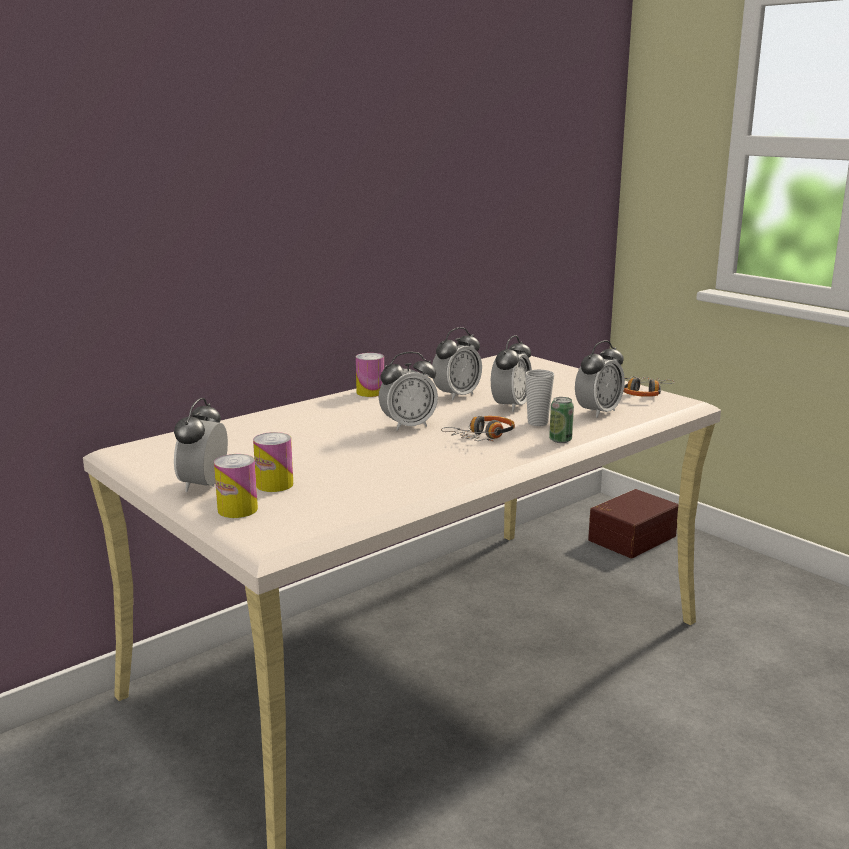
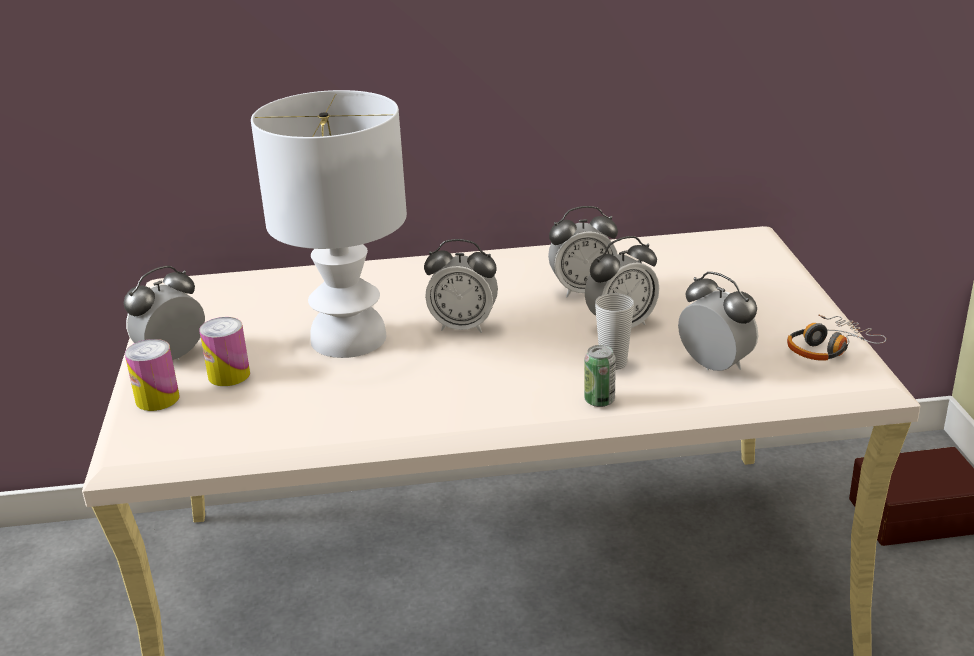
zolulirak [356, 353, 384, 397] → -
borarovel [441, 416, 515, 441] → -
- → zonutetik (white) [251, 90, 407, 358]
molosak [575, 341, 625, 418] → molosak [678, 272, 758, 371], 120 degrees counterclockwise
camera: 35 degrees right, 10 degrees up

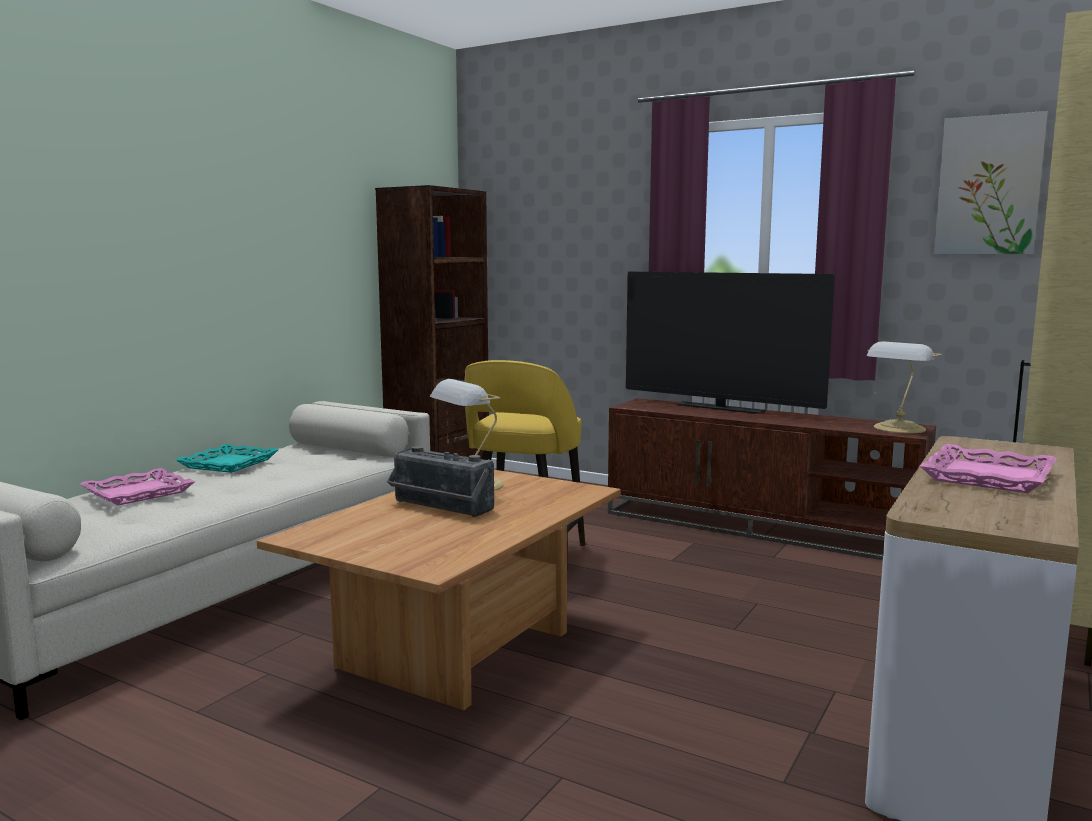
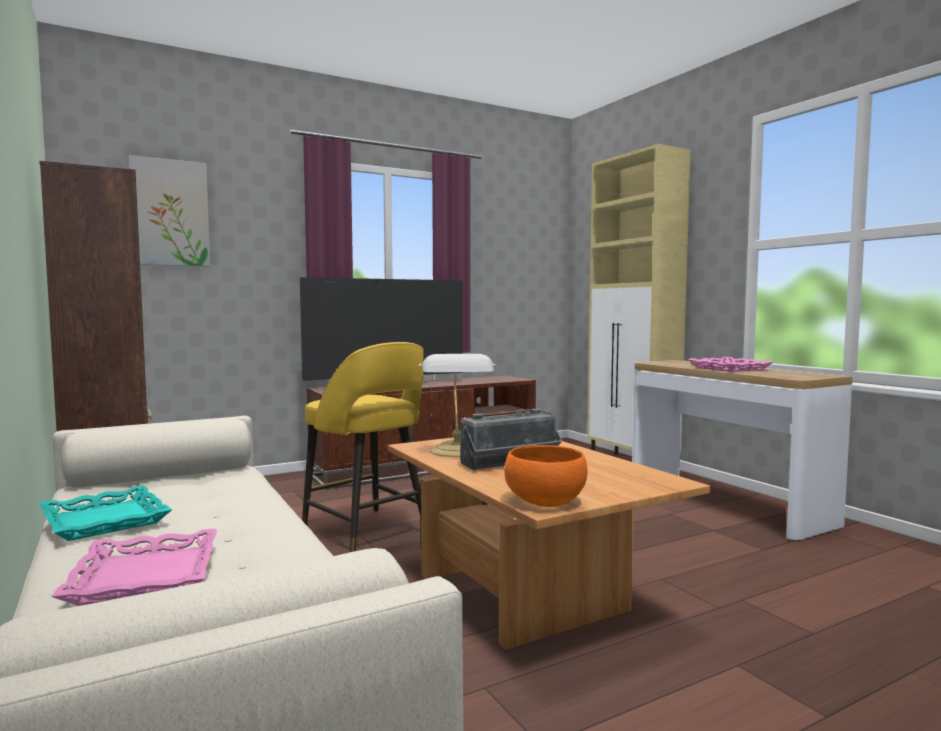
zonutetik [867, 341, 942, 434] → -
- → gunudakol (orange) [504, 445, 588, 507]
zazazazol [934, 111, 1048, 254] → zazazazol [129, 155, 210, 267], shifted
camera: 60 degrees left, 5 degrees down

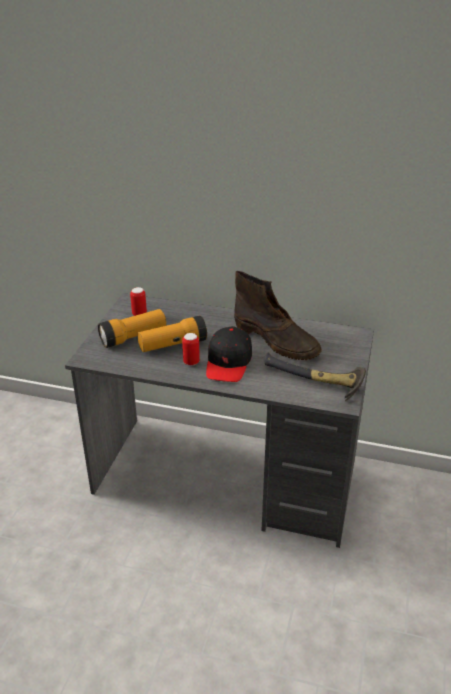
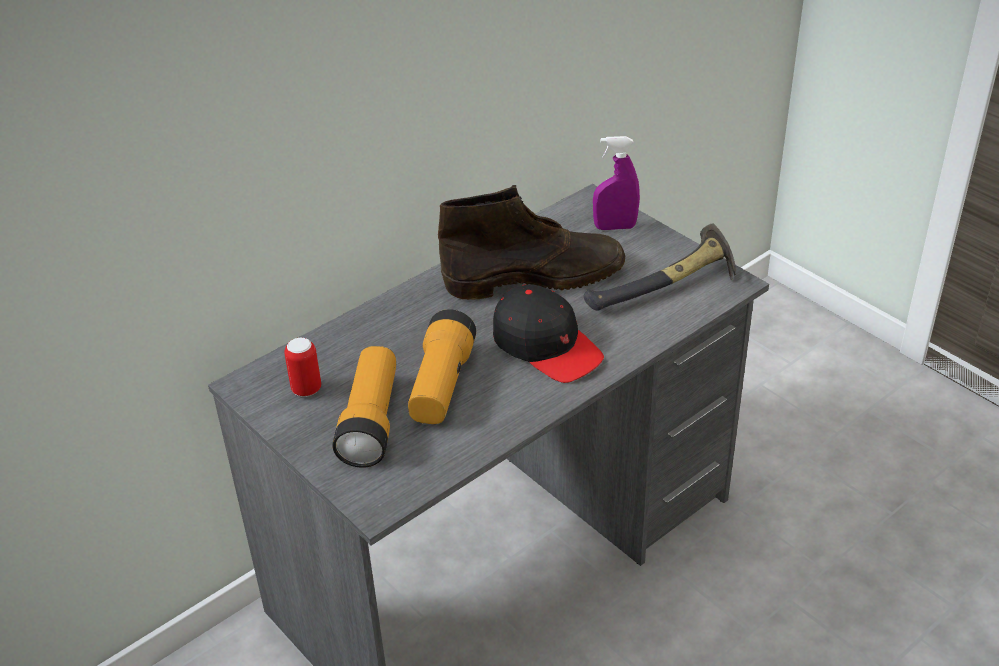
zolulirak [182, 333, 200, 366] → -
- → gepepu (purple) [593, 136, 640, 230]
camera: 55 degrees left, 5 degrees up

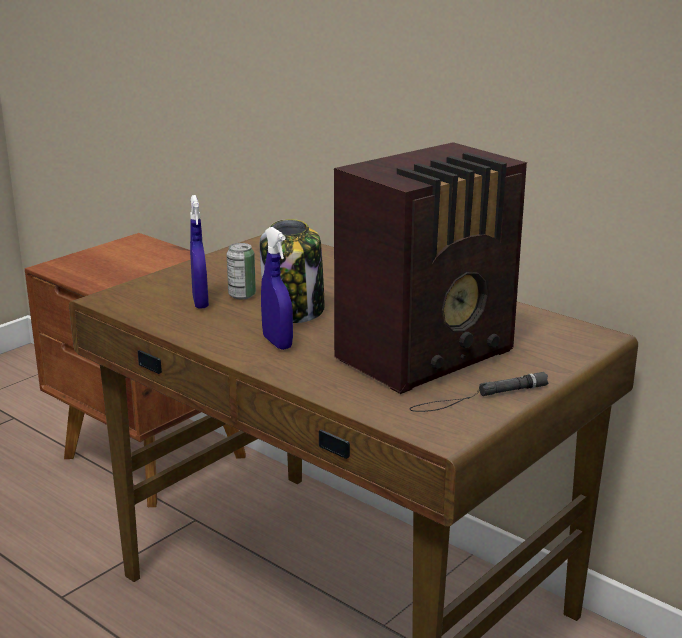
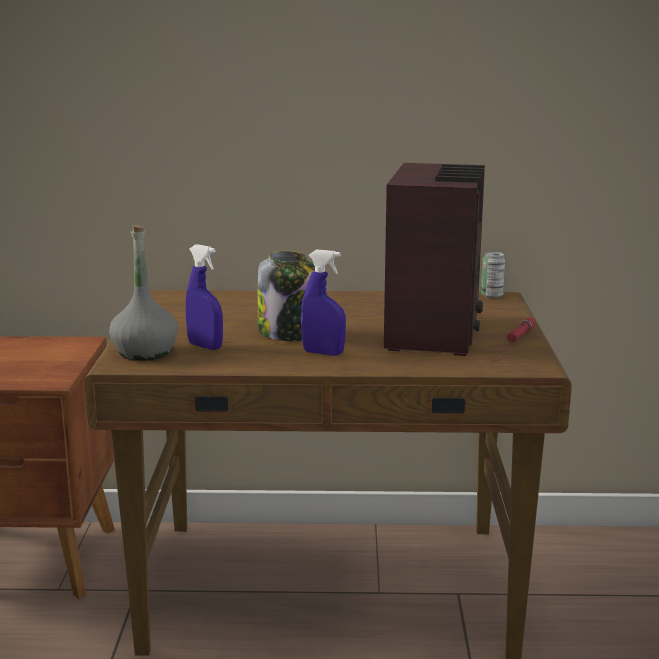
- → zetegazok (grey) [109, 225, 178, 361]
zolulirak [227, 243, 256, 299] → zolulirak [481, 252, 506, 298], shifted
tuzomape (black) [410, 372, 549, 412] → tuzomape (red) [489, 318, 535, 361]
camera: 40 degrees left, 5 degrees down

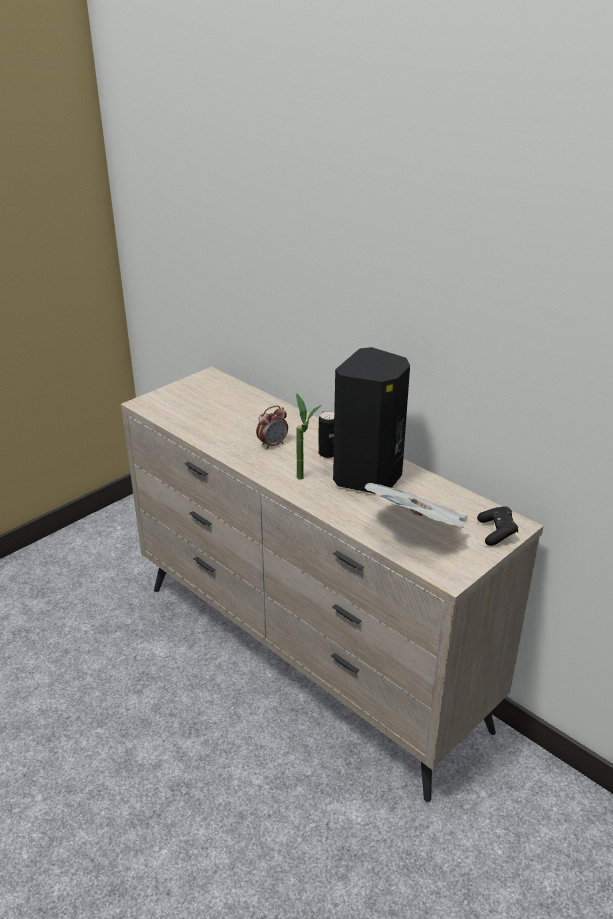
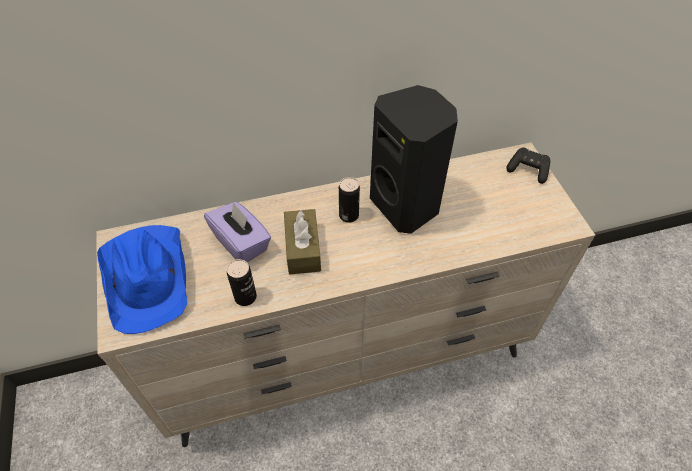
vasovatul [296, 393, 321, 480] → -
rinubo [365, 483, 468, 528] → -
- → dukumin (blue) [97, 225, 188, 334]
- → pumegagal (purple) [204, 201, 271, 263]
- → zolulirak [227, 259, 257, 306]
molosak [256, 405, 288, 449] → pumegagal (brown) [284, 209, 321, 274]
camera: 60 degrees left, 20 degrees up

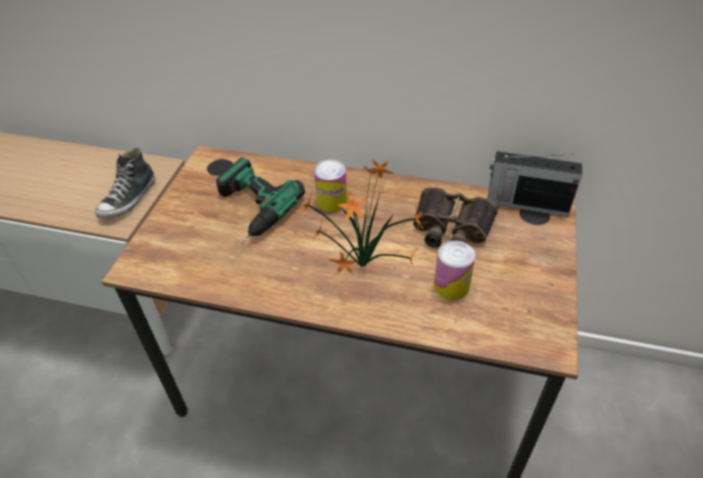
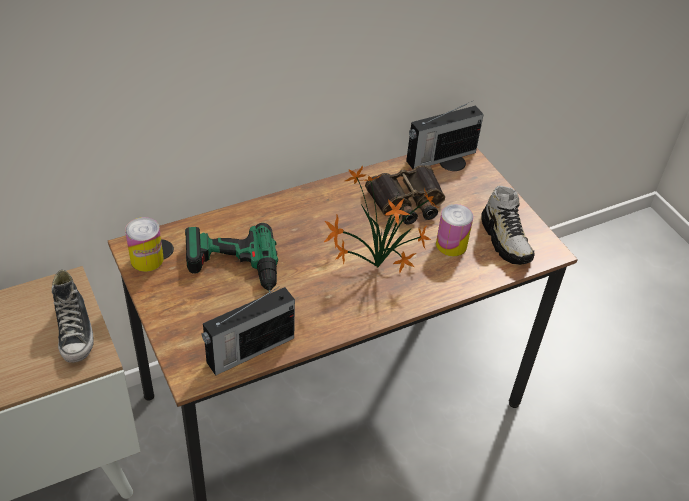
- → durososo [202, 286, 295, 376]
- → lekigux [481, 186, 534, 265]
zolulirak [314, 160, 347, 212] → zolulirak [125, 217, 164, 272], shifted
camera: 45 degrees left, 0 degrees up

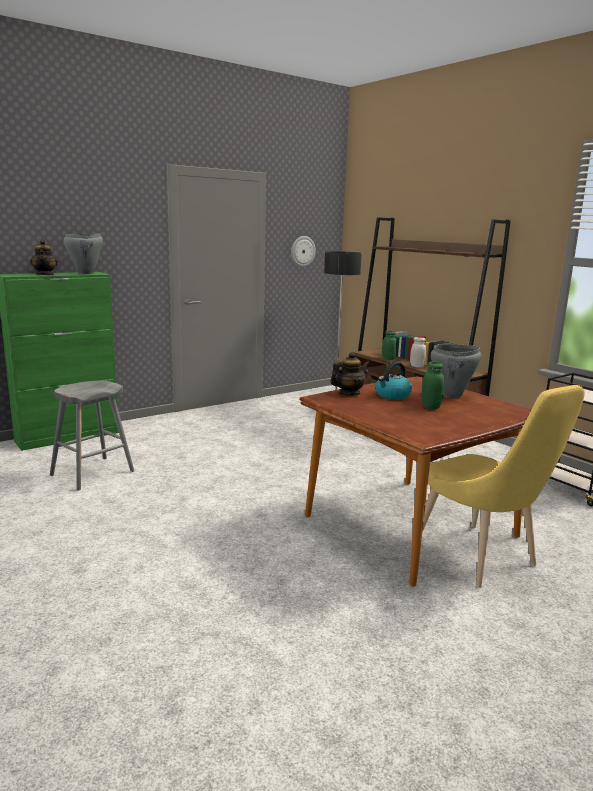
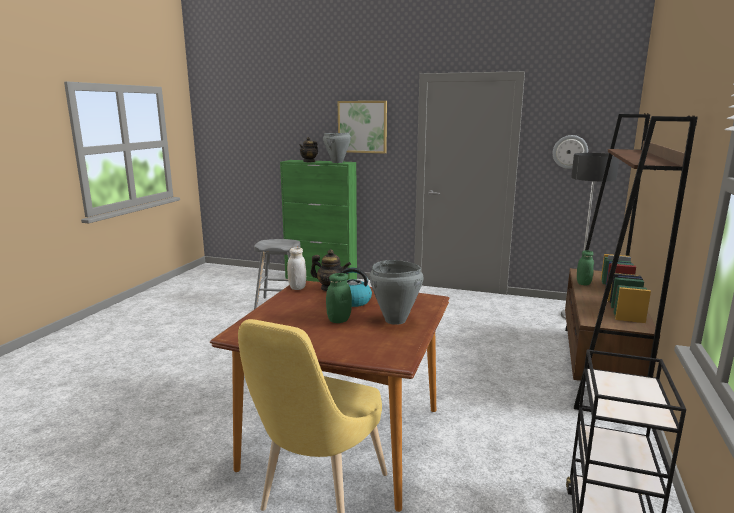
- → zazazazol [338, 101, 387, 154]
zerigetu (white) [410, 337, 427, 367] → zerigetu (white) [287, 247, 306, 290], shifted
camera: 55 degrees right, 0 degrees up

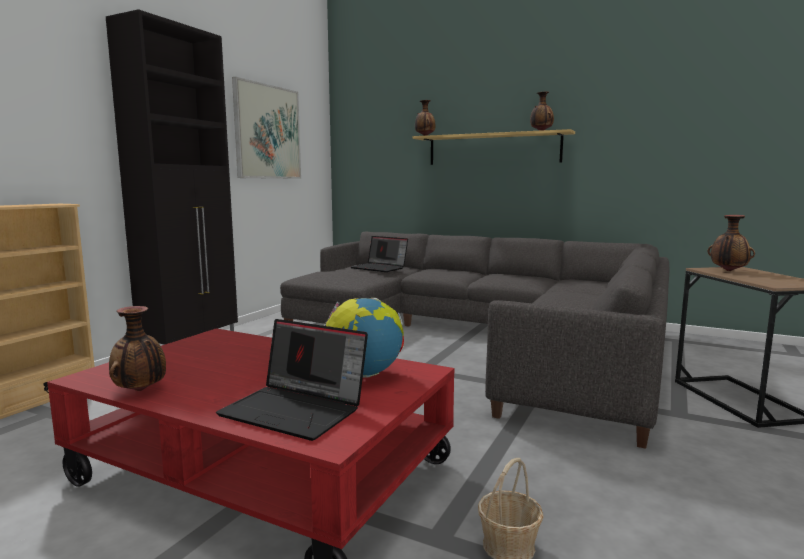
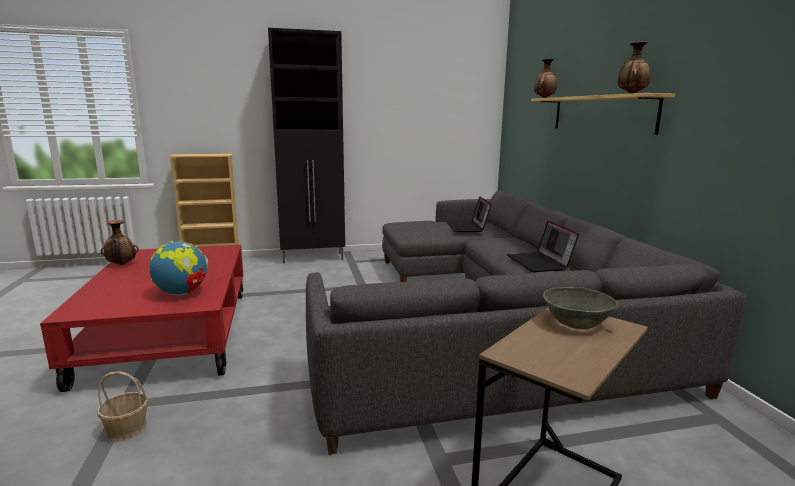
zazazazol [232, 77, 301, 179] → -
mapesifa [216, 319, 368, 441] → mapesifa [507, 221, 579, 272], shifted
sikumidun [708, 215, 755, 271] → gunudakol (grey) [543, 287, 618, 329]
camera: 50 degrees right, 5 degrees up

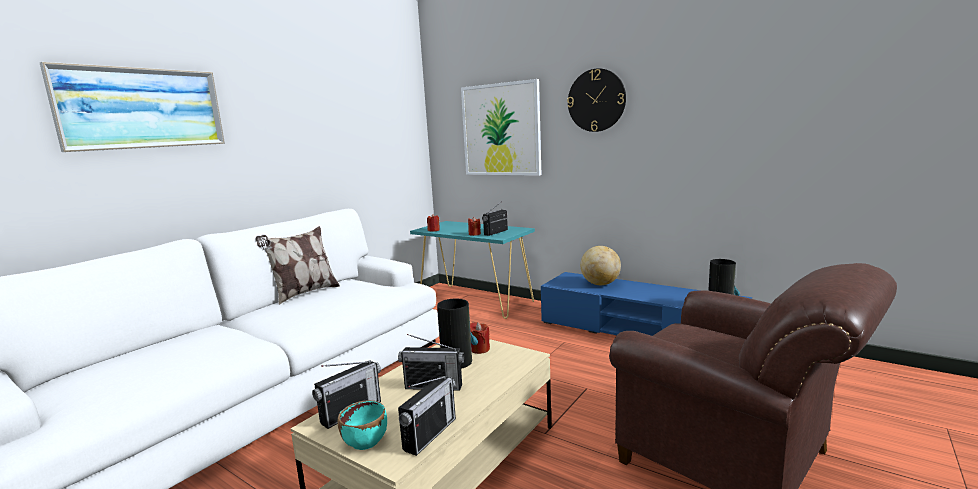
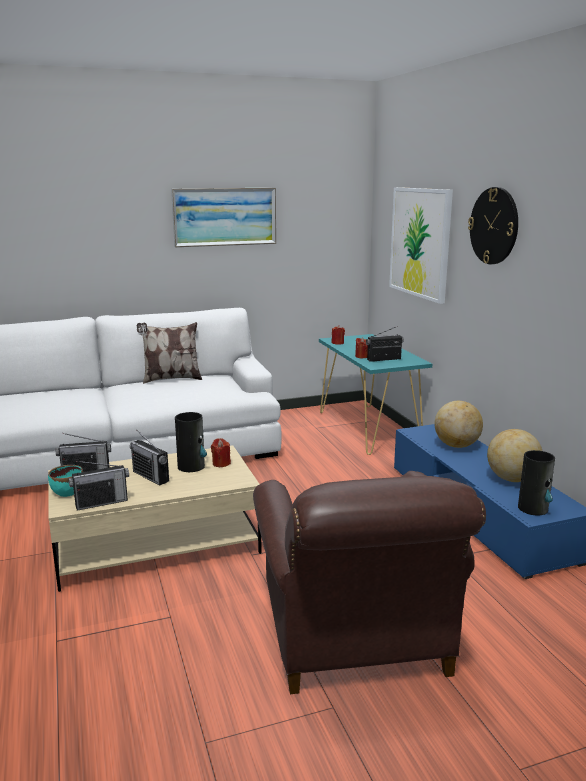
- → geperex [487, 429, 542, 482]
zazazazol [40, 62, 225, 152] → zazazazol [171, 188, 276, 247], shifted
camera: 35 degrees right, 5 degrees up

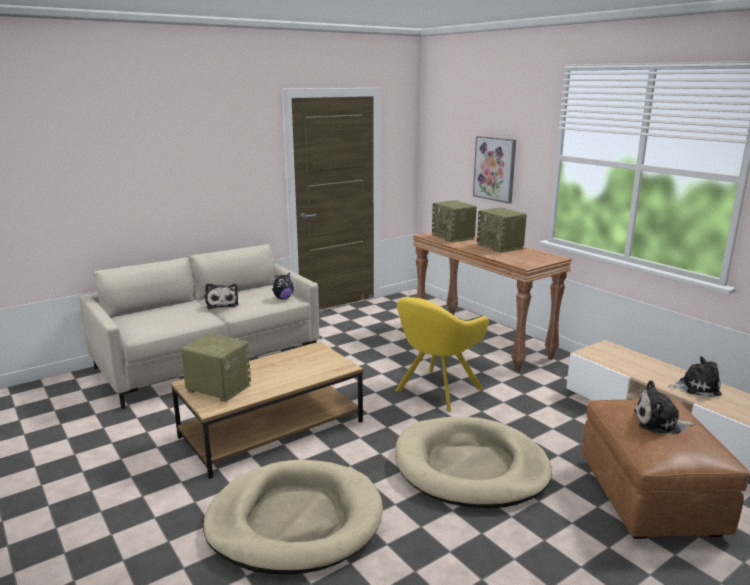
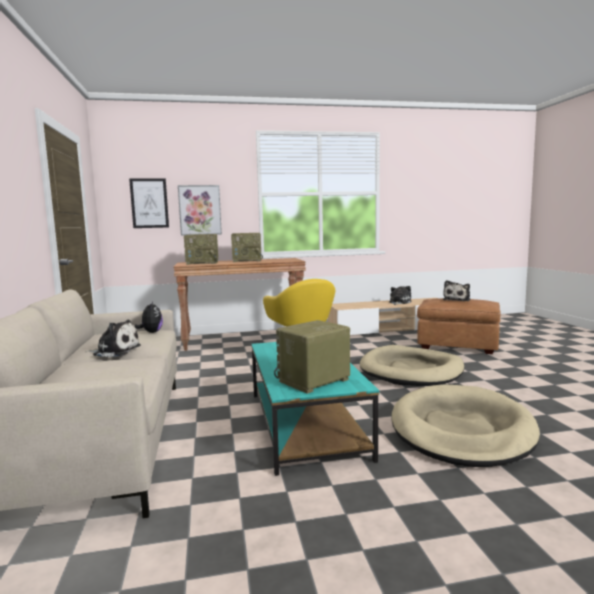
- → zazazazol [129, 178, 169, 228]
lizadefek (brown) [170, 342, 363, 479] → lizadefek (turquoise) [251, 342, 379, 476]
camera: 65 degrees left, 10 degrees down

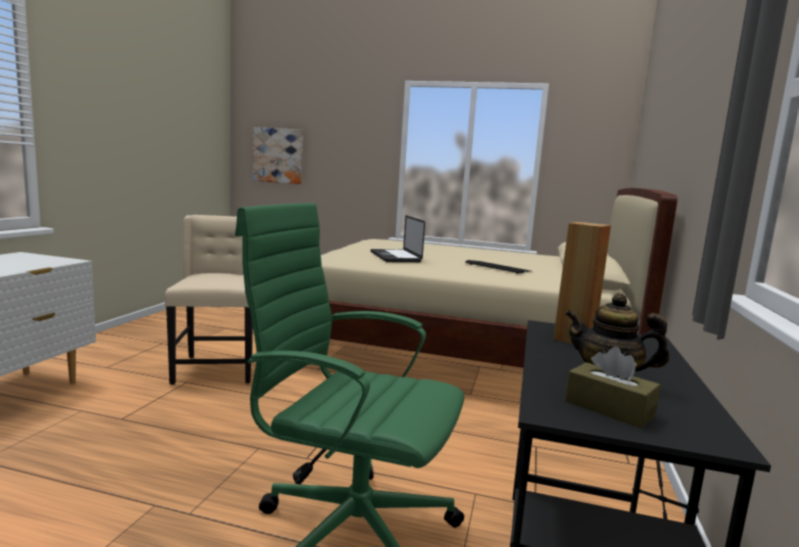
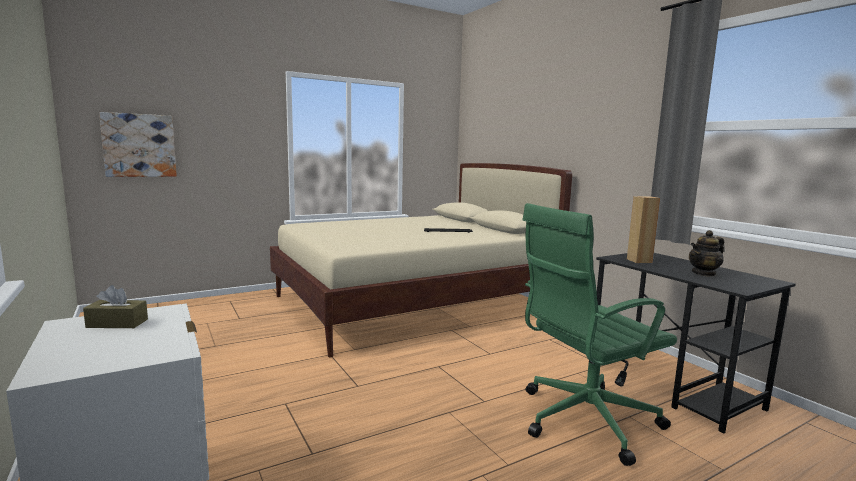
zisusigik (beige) [165, 215, 253, 385] → -
mapesifa [371, 215, 425, 262] → -
pumegagal (brown) [565, 347, 661, 428] → pumegagal (brown) [83, 285, 148, 328], shifted
camera: 45 degrees left, 0 degrees up

